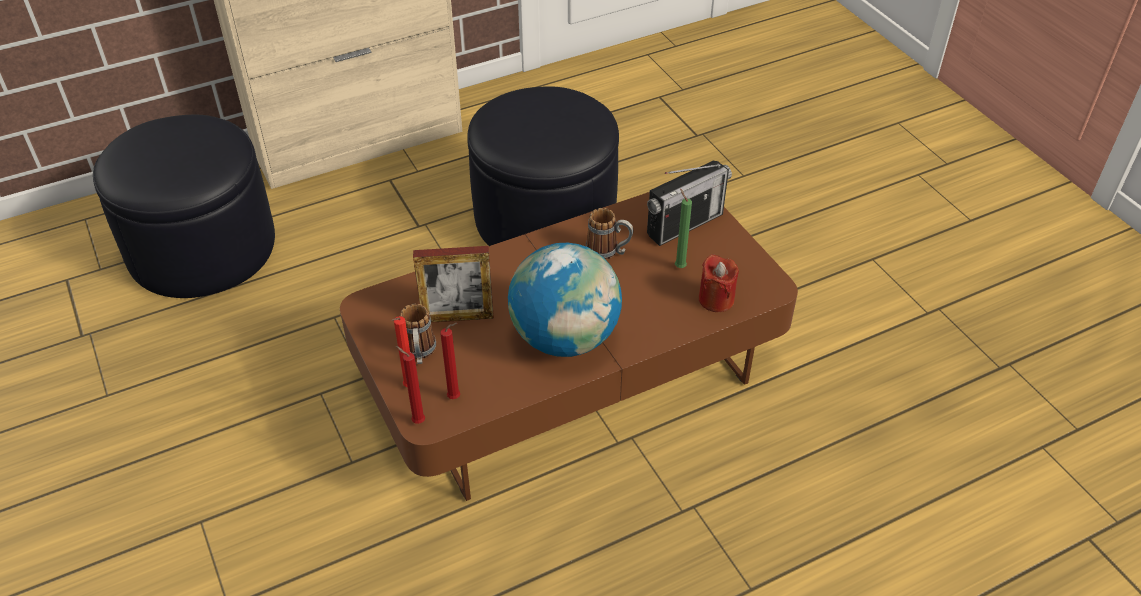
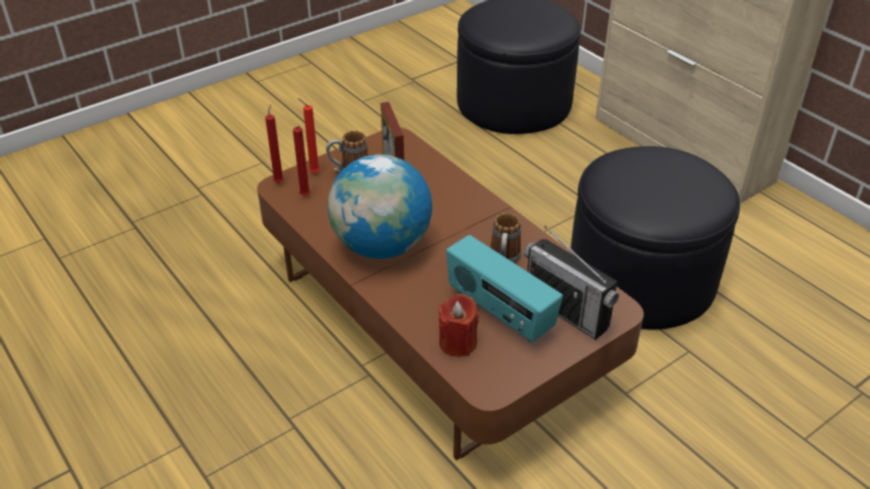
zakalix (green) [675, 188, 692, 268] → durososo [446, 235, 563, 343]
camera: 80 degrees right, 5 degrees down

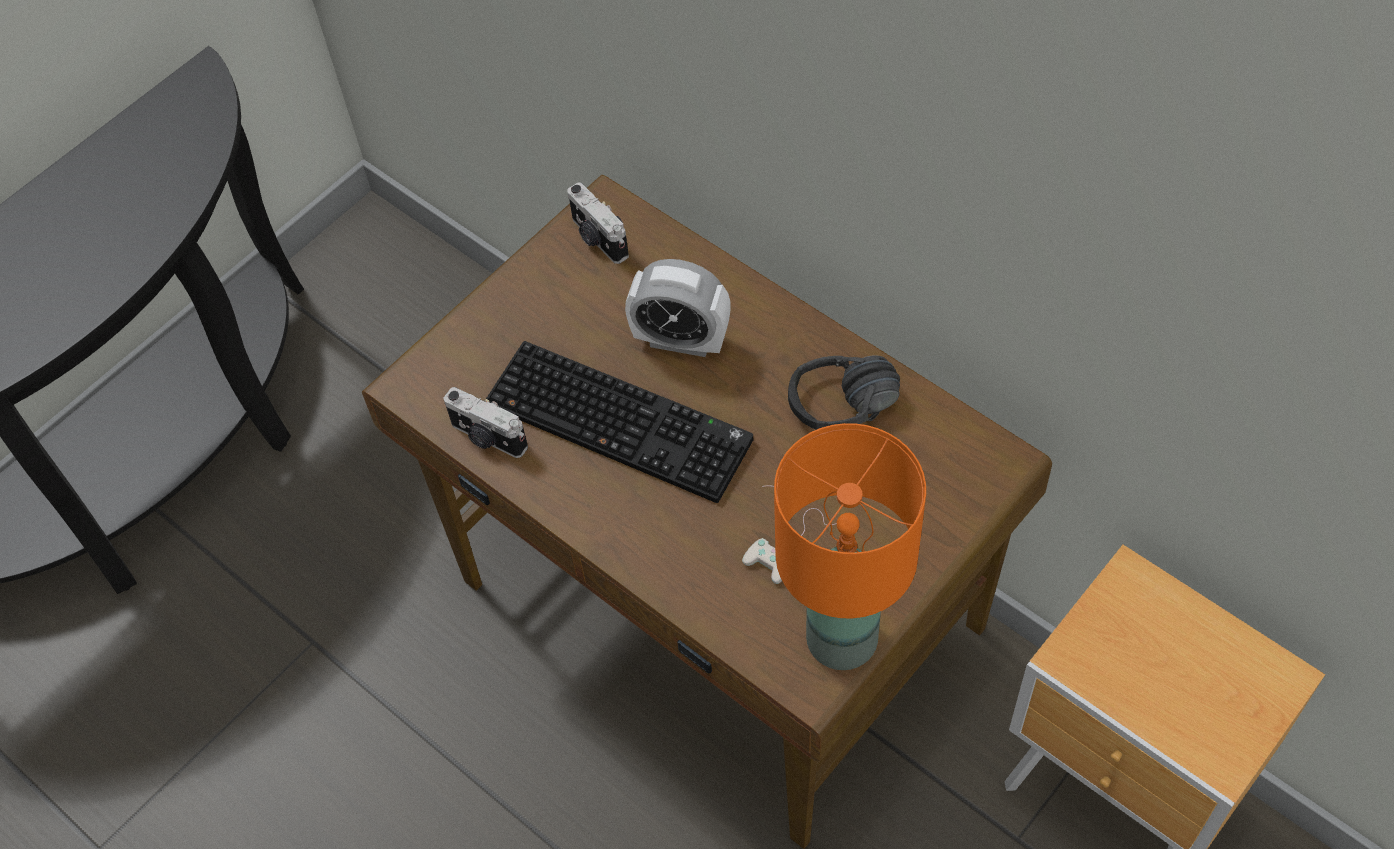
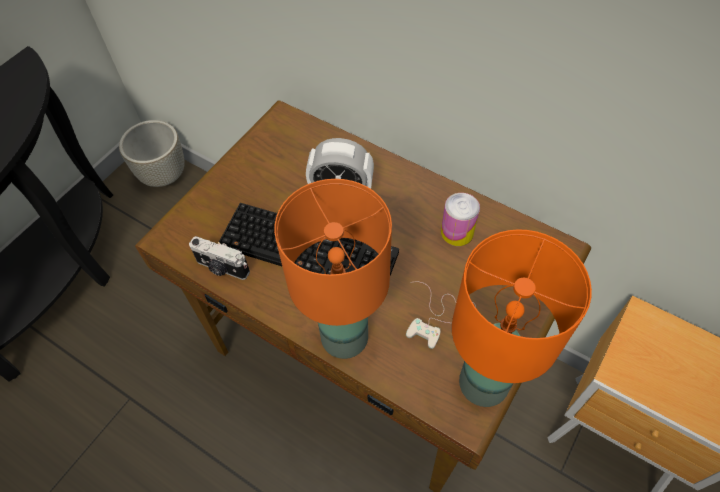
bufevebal [567, 182, 629, 264] → -
- → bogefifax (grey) [119, 120, 185, 187]
- → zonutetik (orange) [274, 179, 392, 359]
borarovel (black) [788, 355, 900, 430] → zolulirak [441, 193, 480, 246]
camera: 10 degrees left, 0 degrees up

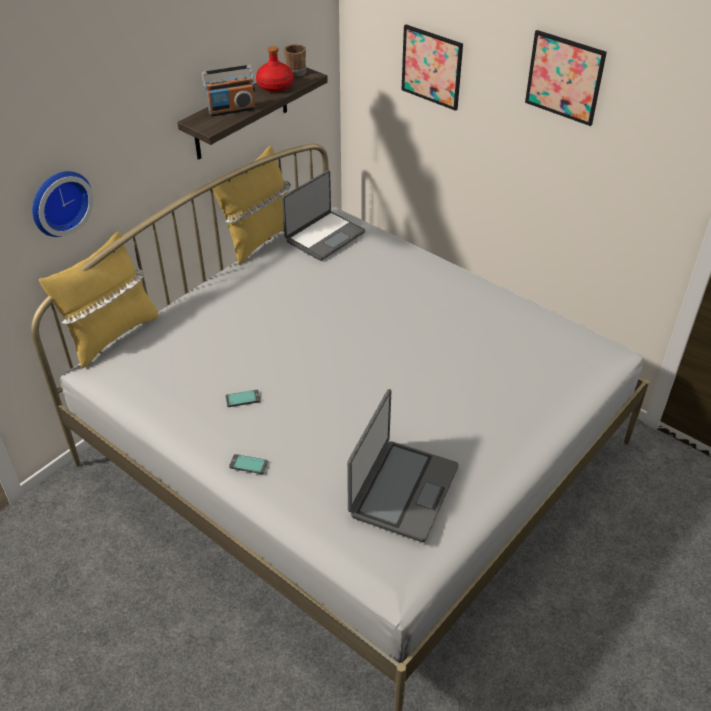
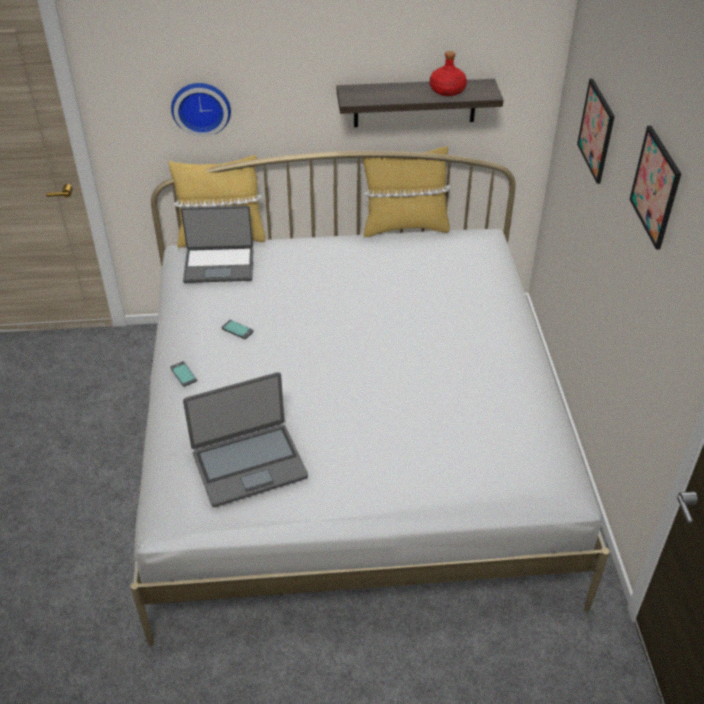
durososo [201, 65, 256, 116] → -
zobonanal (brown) [284, 44, 306, 77] → -
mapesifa [282, 170, 366, 261] → mapesifa [181, 206, 253, 283], shifted
camera: 45 degrees right, 0 degrees up

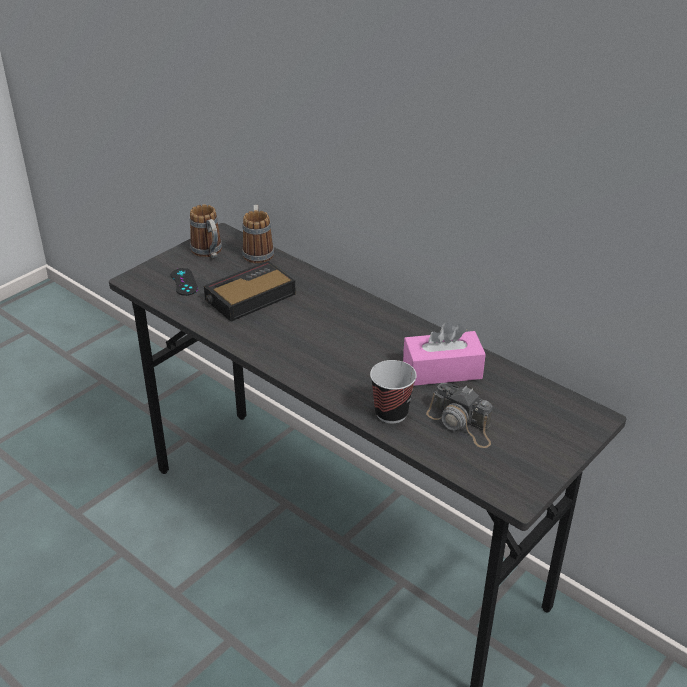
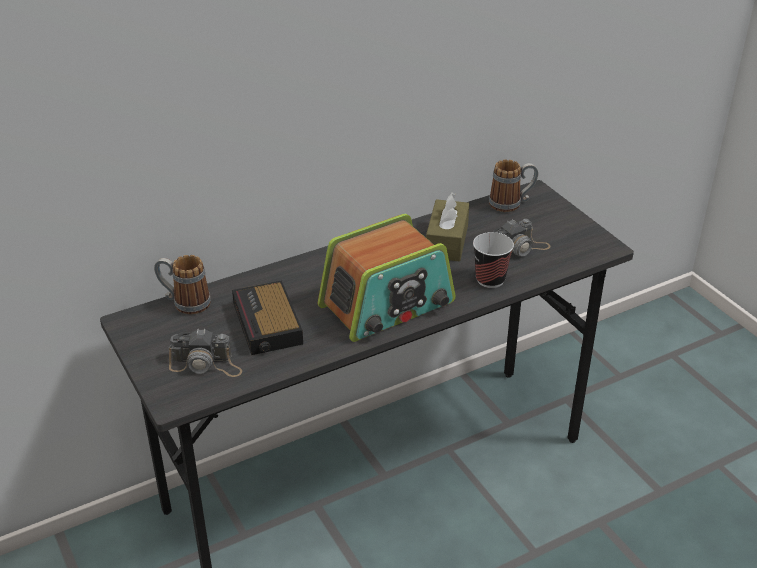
- → durososo [318, 214, 455, 342]
zobonanal [190, 204, 222, 258] → zobonanal [489, 159, 538, 212], shifted
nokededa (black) [171, 268, 198, 296] → bufevebal [169, 329, 242, 377]
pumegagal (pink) [403, 321, 486, 386] → pumegagal (brown) [426, 192, 469, 261]
camera: 70 degrees left, 0 degrees up

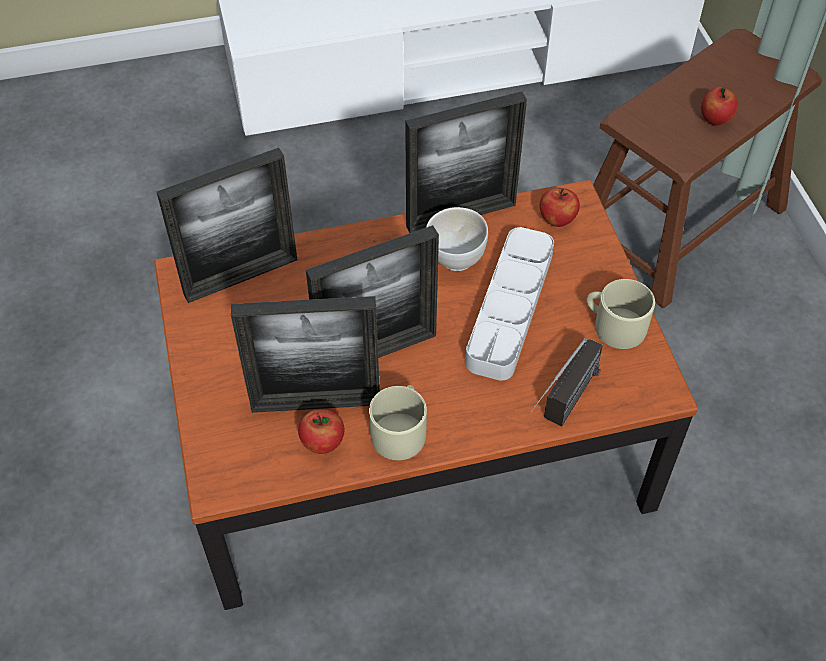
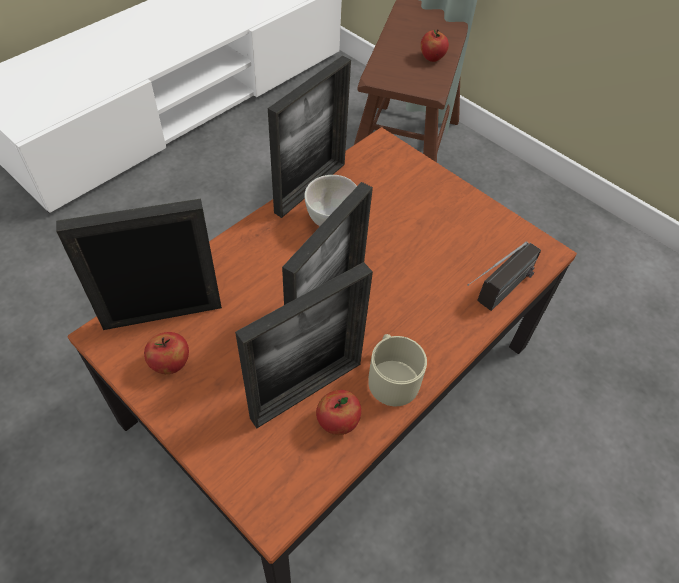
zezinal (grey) [465, 227, 554, 381] → -
zobonanal (beige) [586, 279, 655, 349] → -
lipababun [540, 188, 580, 227] → lipababun [144, 332, 189, 374], shifted
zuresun [156, 147, 297, 303] → zuresun [56, 199, 222, 330], 135 degrees counterclockwise
durososo [530, 338, 603, 426] → durososo [467, 241, 541, 311], 45 degrees clockwise
camera: 35 degrees left, 0 degrees up

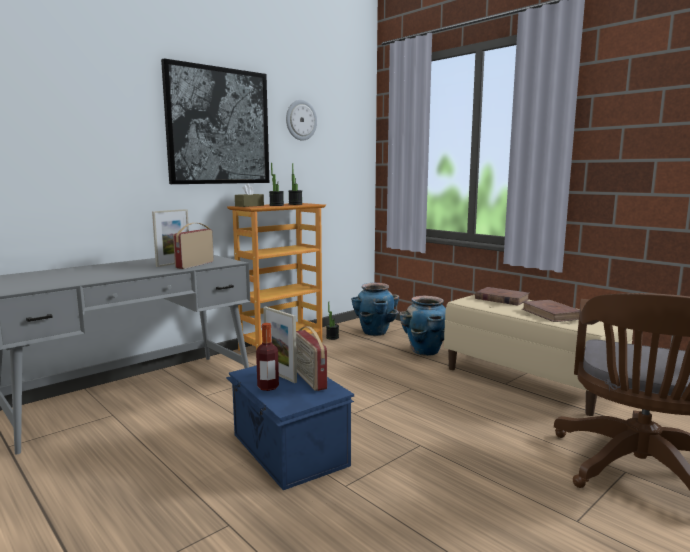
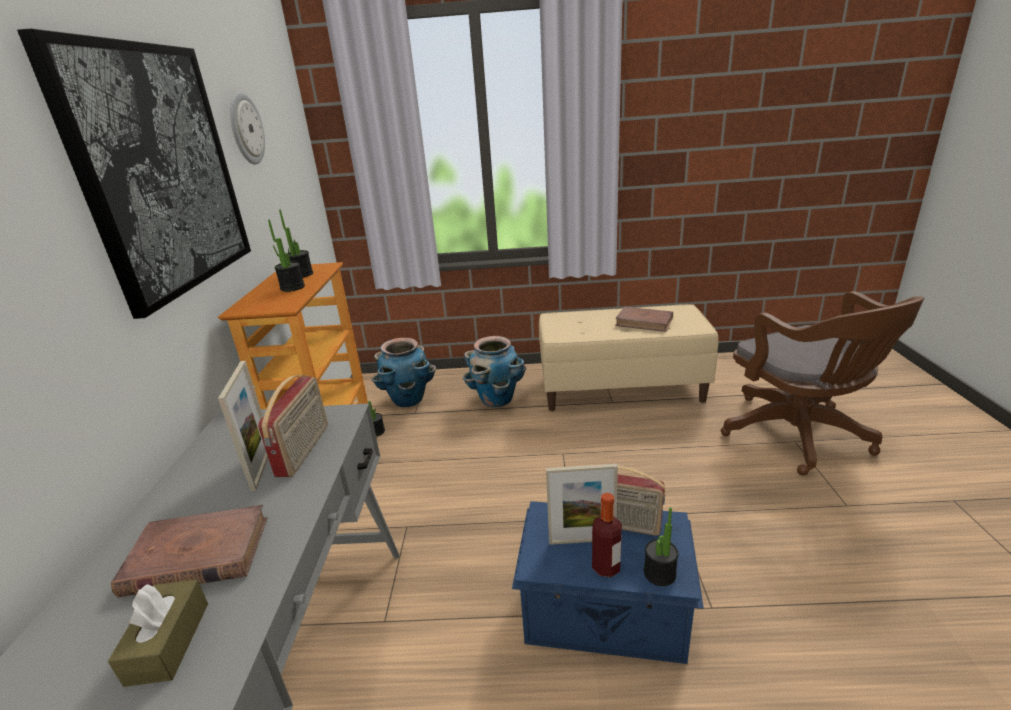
- → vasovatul [644, 507, 678, 586]
pumegagal (brown) [235, 183, 264, 207] → pumegagal (brown) [108, 580, 208, 687], shifted
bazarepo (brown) [475, 287, 529, 306] → bazarepo (brown) [111, 505, 267, 597], shifted
durososo [173, 223, 214, 269] → durososo [258, 375, 328, 477], 150 degrees counterclockwise
camera: 45 degrees left, 15 degrees up

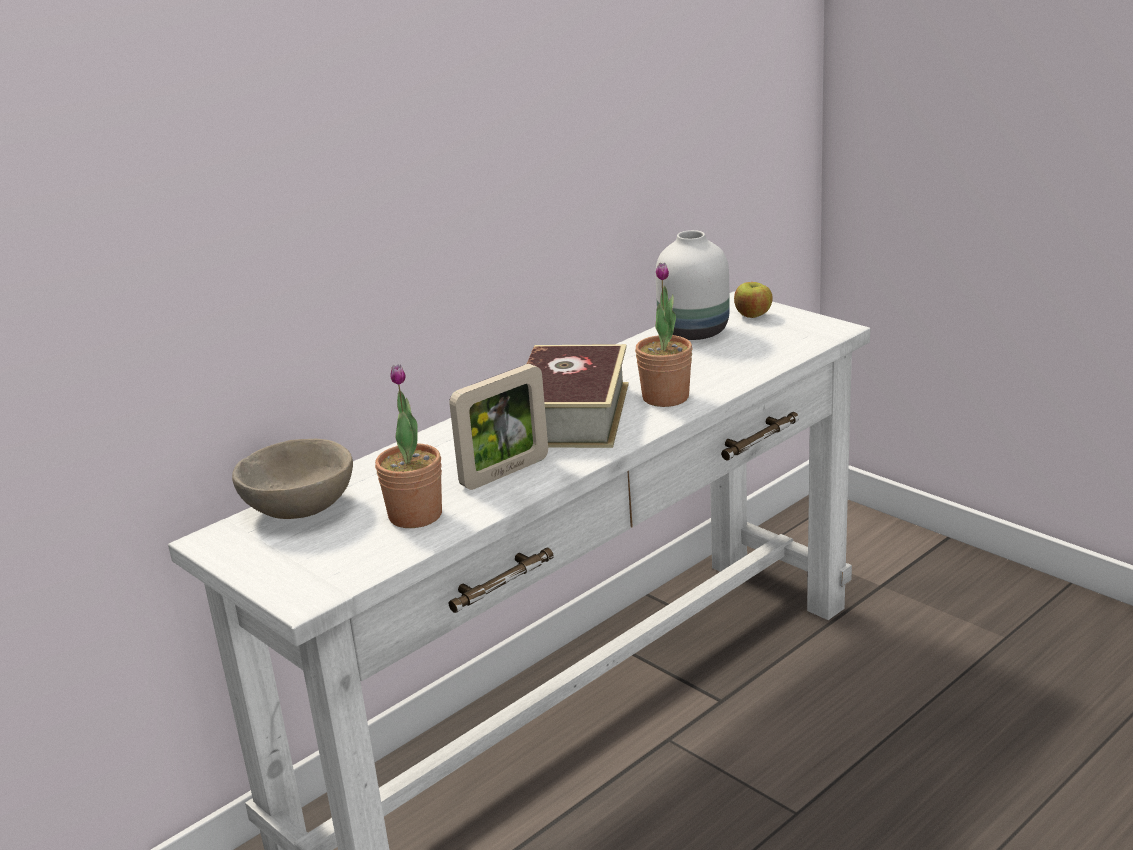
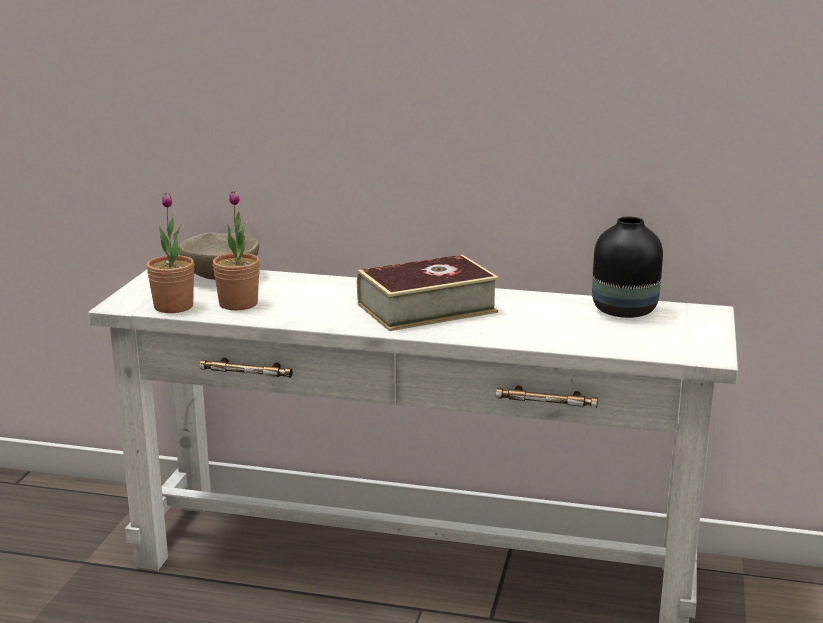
zuresun [449, 364, 548, 490] → -
lipababun [734, 282, 773, 318] → -
vasovatul [635, 263, 692, 407] → vasovatul [146, 193, 195, 313], shifted
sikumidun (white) [655, 230, 730, 340] → sikumidun (black) [592, 217, 663, 318]
camera: 55 degrees right, 5 degrees down

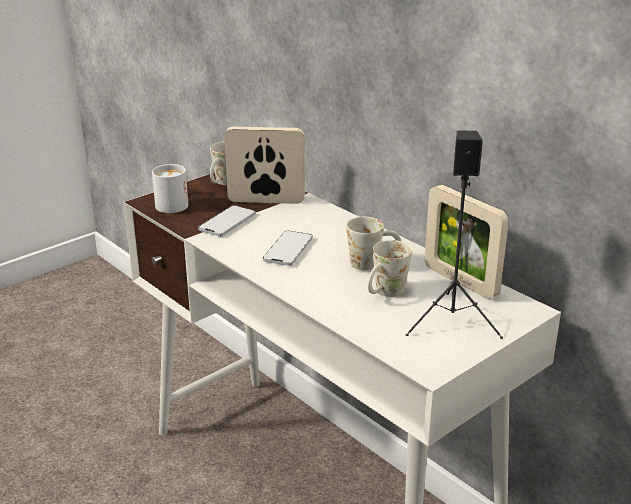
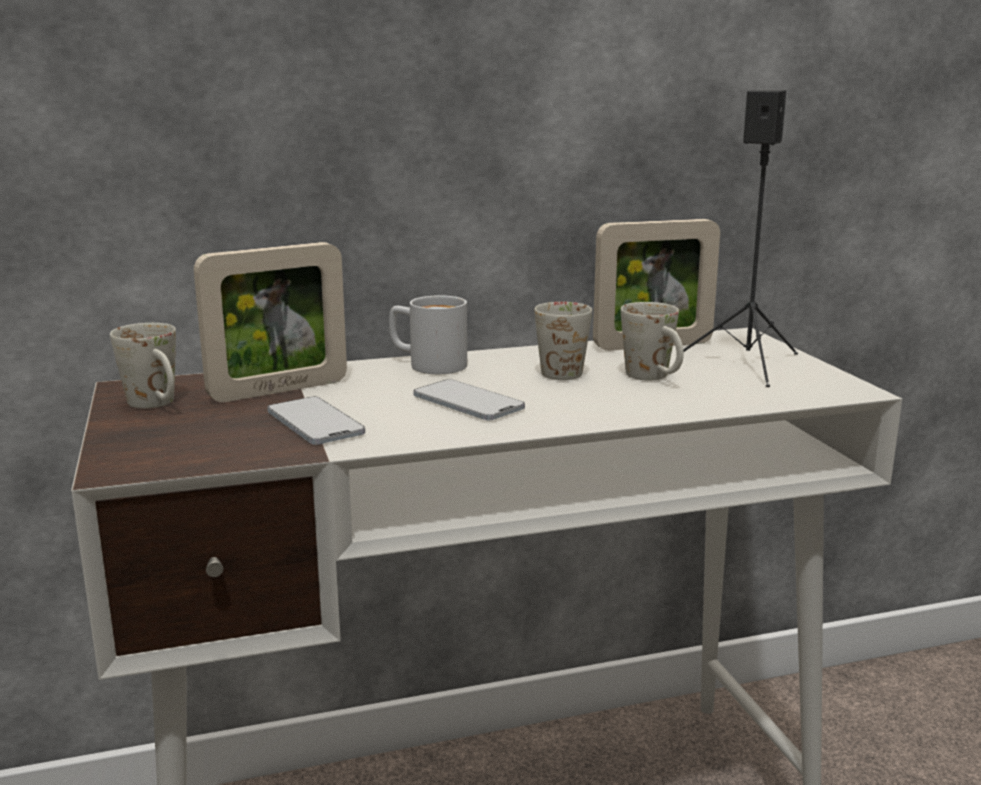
zobonanal (white) [152, 164, 188, 213] → zobonanal (white) [389, 295, 467, 374], shifted
zuresun [224, 127, 305, 204] → zuresun [194, 242, 347, 402], 150 degrees counterclockwise
camera: 65 degrees left, 10 degrees down

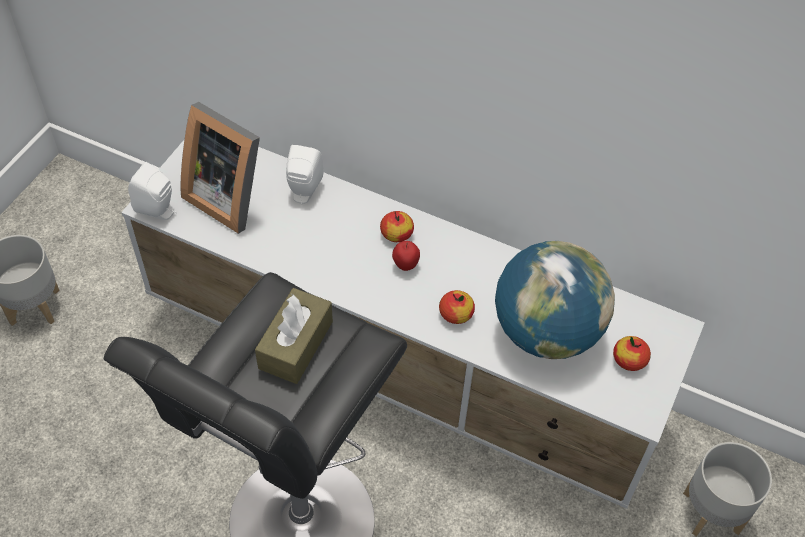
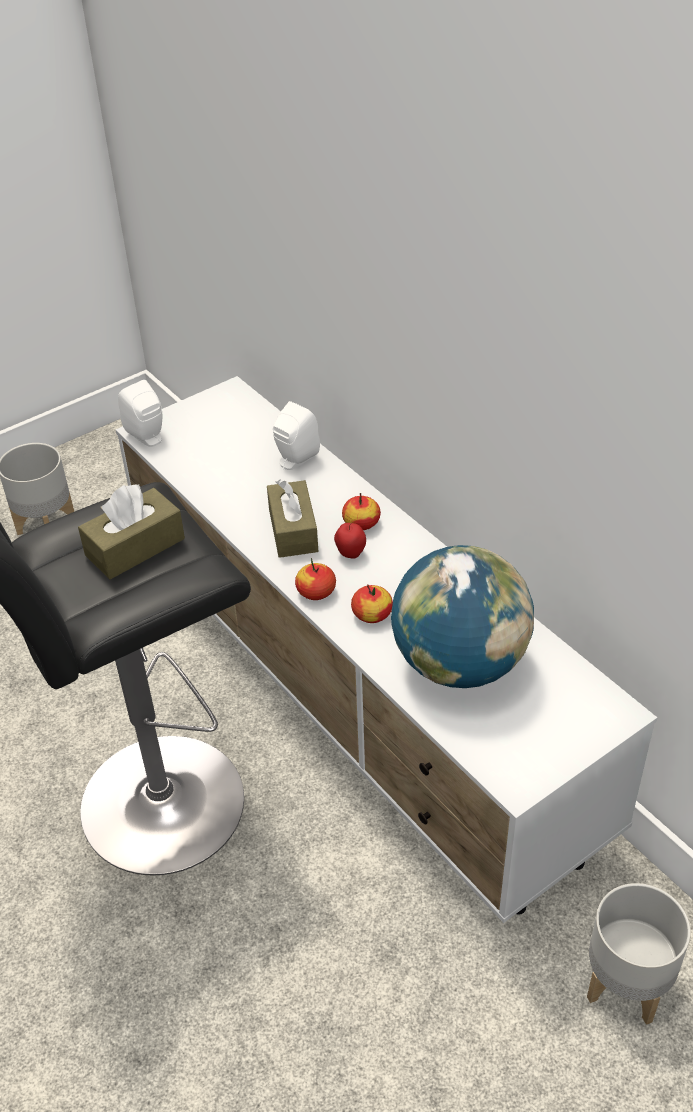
zuresun [180, 102, 260, 234] → -
- → pumegagal (brown) [267, 479, 318, 558]
lipababun [613, 336, 651, 371] → lipababun [295, 558, 336, 600], shifted
camera: 30 degrees right, 10 degrees down

